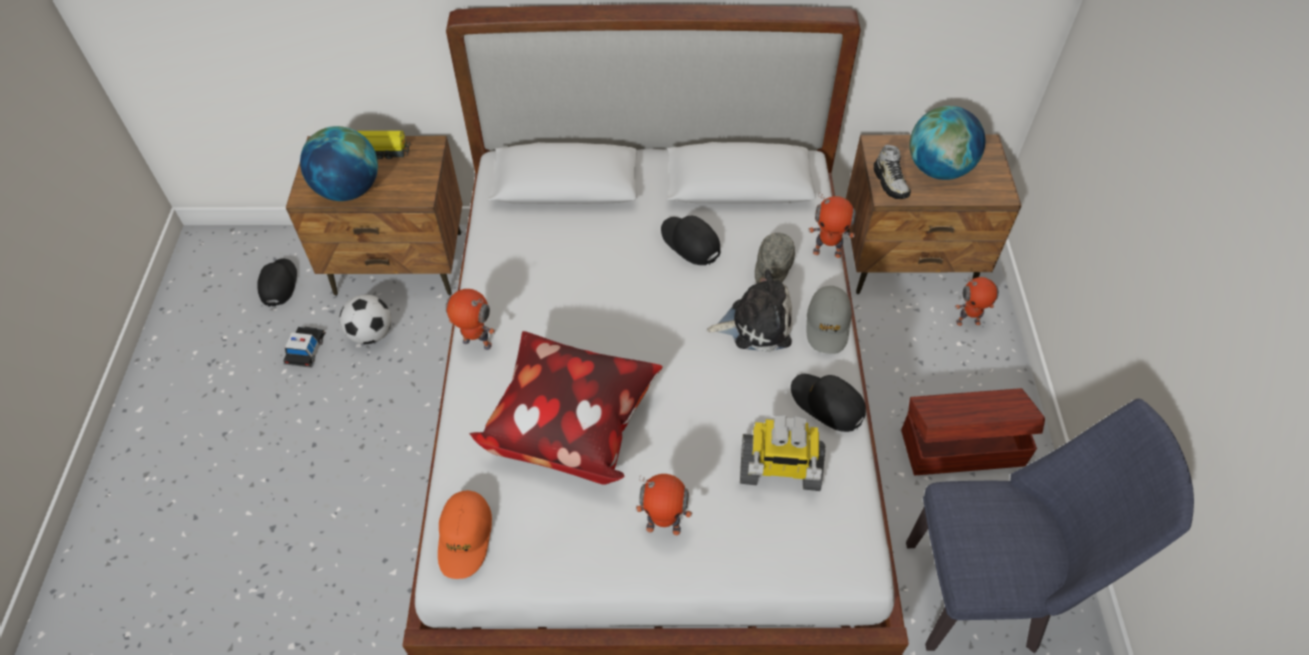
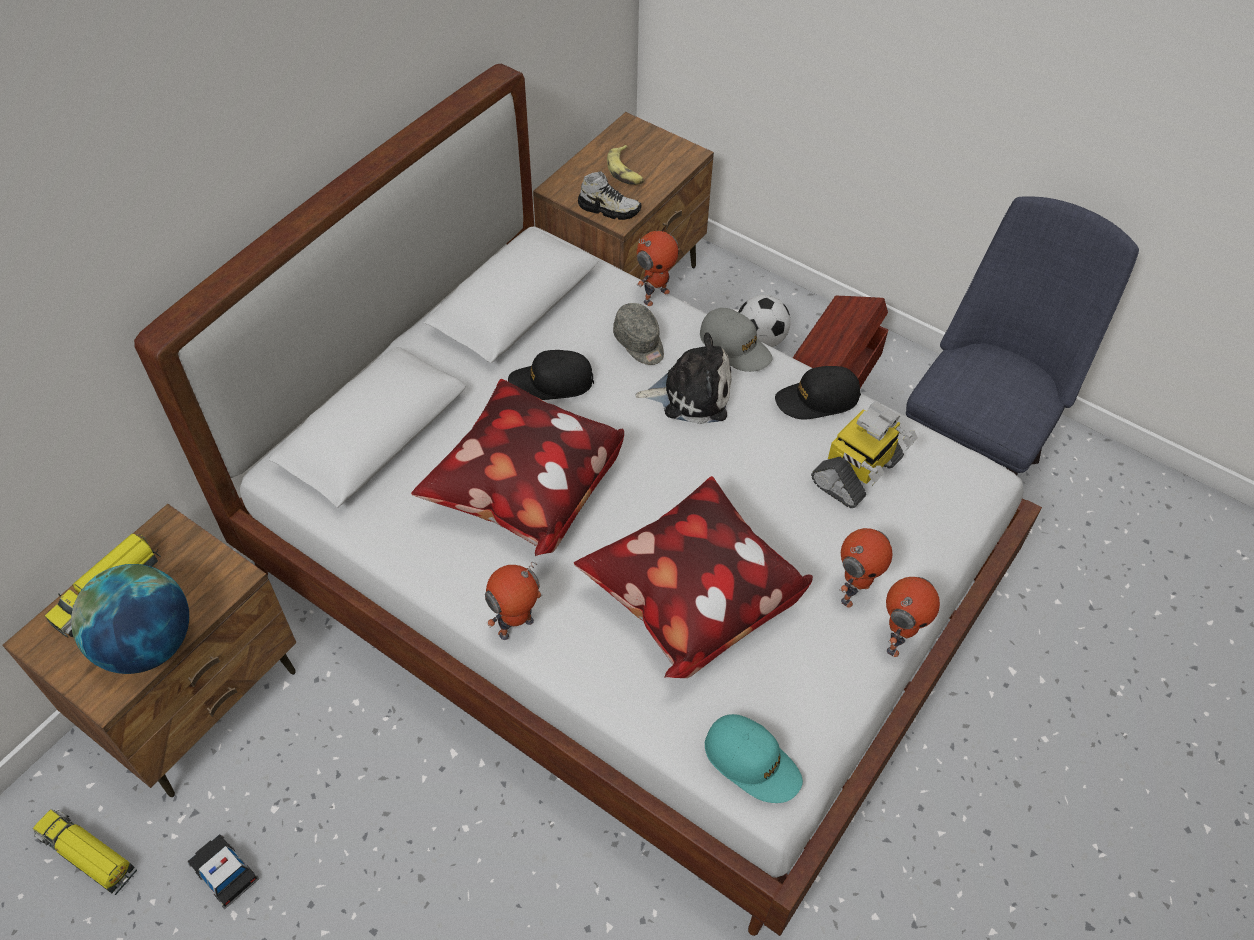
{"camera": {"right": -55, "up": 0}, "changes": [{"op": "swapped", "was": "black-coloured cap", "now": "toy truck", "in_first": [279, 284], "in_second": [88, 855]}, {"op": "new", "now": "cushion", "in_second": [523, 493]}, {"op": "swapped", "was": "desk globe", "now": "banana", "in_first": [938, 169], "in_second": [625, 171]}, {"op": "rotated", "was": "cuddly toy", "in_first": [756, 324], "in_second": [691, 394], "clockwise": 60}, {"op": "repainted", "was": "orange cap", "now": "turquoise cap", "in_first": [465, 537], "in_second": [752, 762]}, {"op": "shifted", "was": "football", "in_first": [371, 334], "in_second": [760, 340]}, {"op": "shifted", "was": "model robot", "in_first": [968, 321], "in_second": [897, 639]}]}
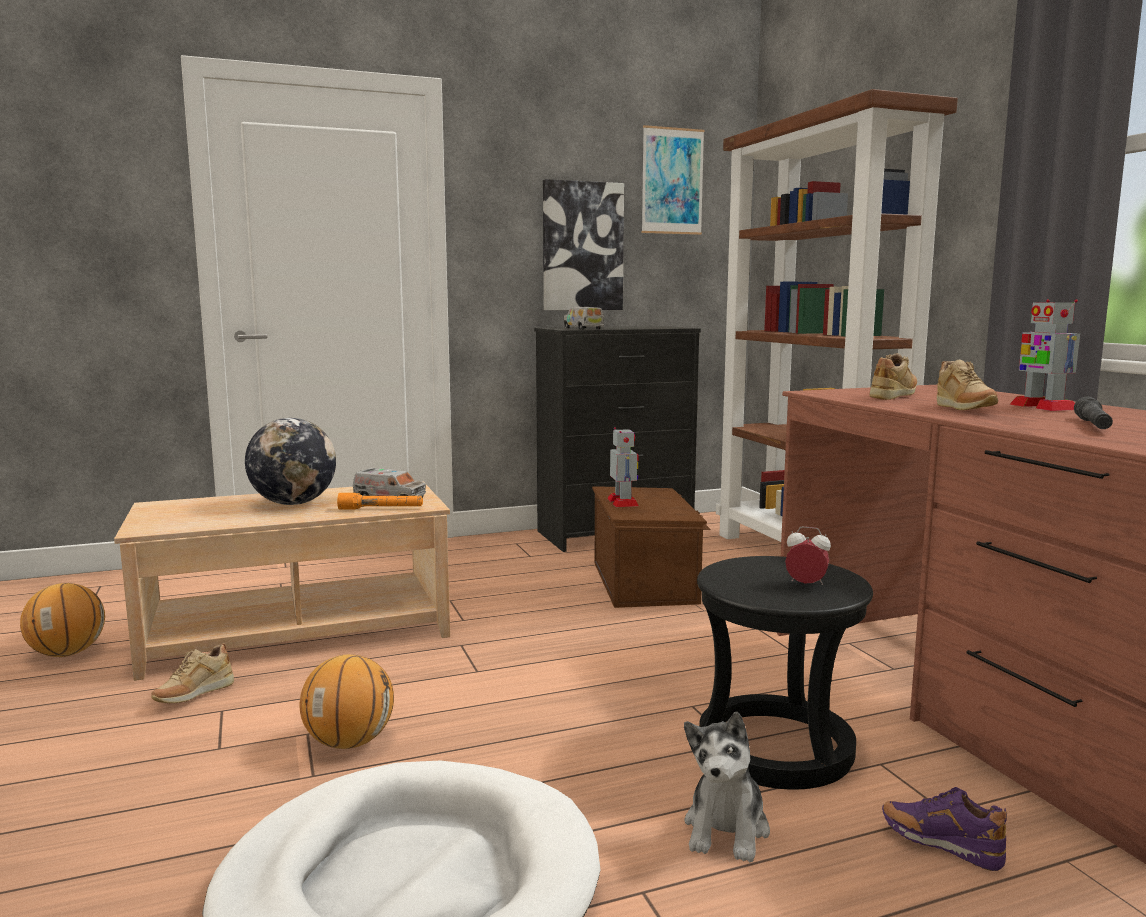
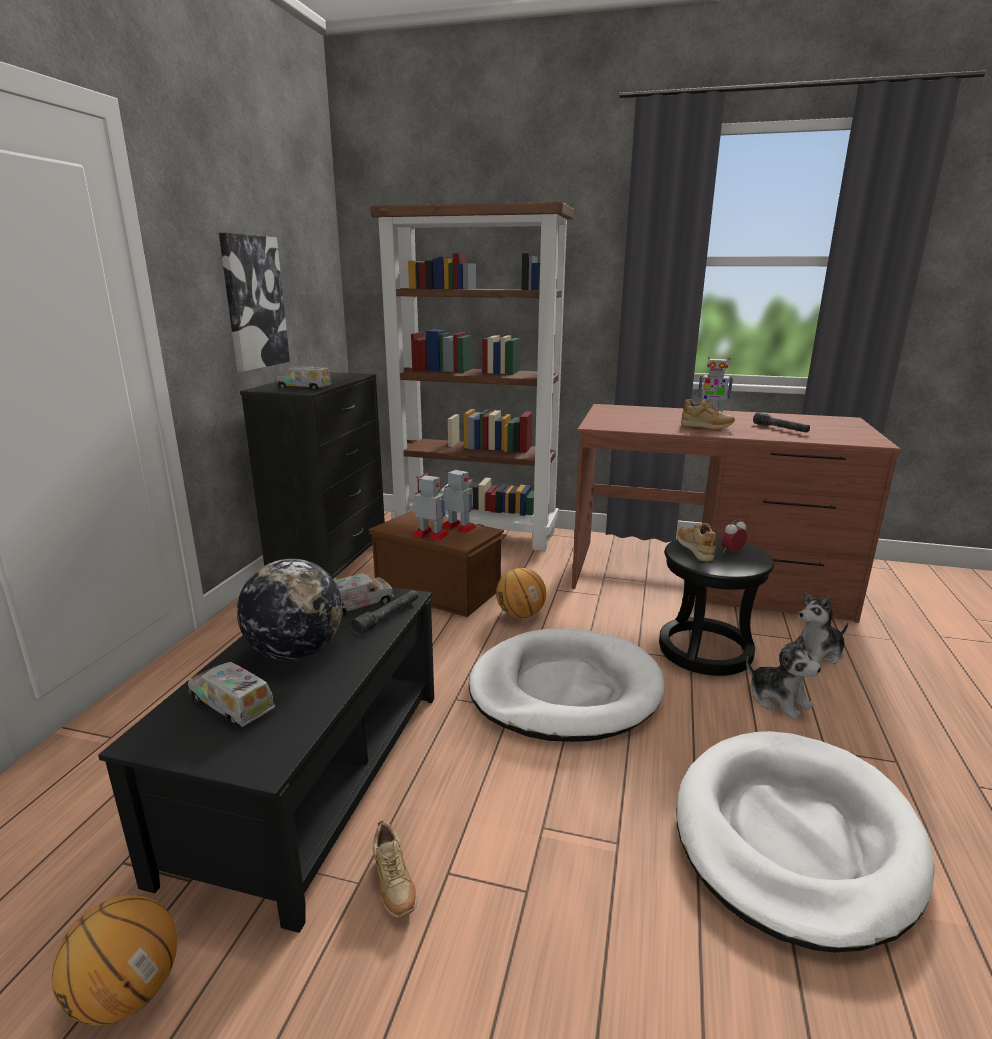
{"camera": {"right": -55, "up": 10}, "changes": [{"op": "repainted", "was": "sand-coloured lounge table", "now": "black-coloured lounge table", "in_first": [296, 632], "in_second": [315, 777]}, {"op": "new", "now": "toy truck", "in_second": [232, 705]}, {"op": "repainted", "was": "orange flashlight", "now": "grey flashlight", "in_first": [381, 509], "in_second": [387, 617]}, {"op": "new", "now": "model robot", "in_second": [459, 527]}, {"op": "new", "now": "white pet bed", "in_second": [564, 690]}, {"op": "shifted", "was": "ball for basketball", "in_first": [349, 742], "in_second": [520, 615]}, {"op": "shifted", "was": "sand-coloured item of footwear", "in_first": [894, 396], "in_second": [695, 551]}, {"op": "swapped", "was": "purplish item of footwear", "now": "cuddly toy", "in_first": [940, 846], "in_second": [817, 653]}, {"op": "gone", "was": "wall art", "in_first": [672, 181]}]}
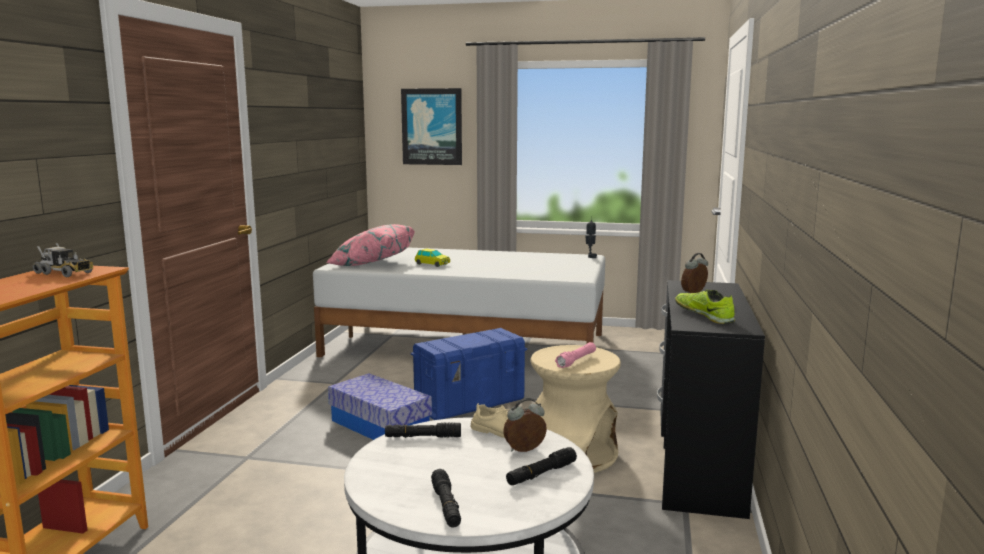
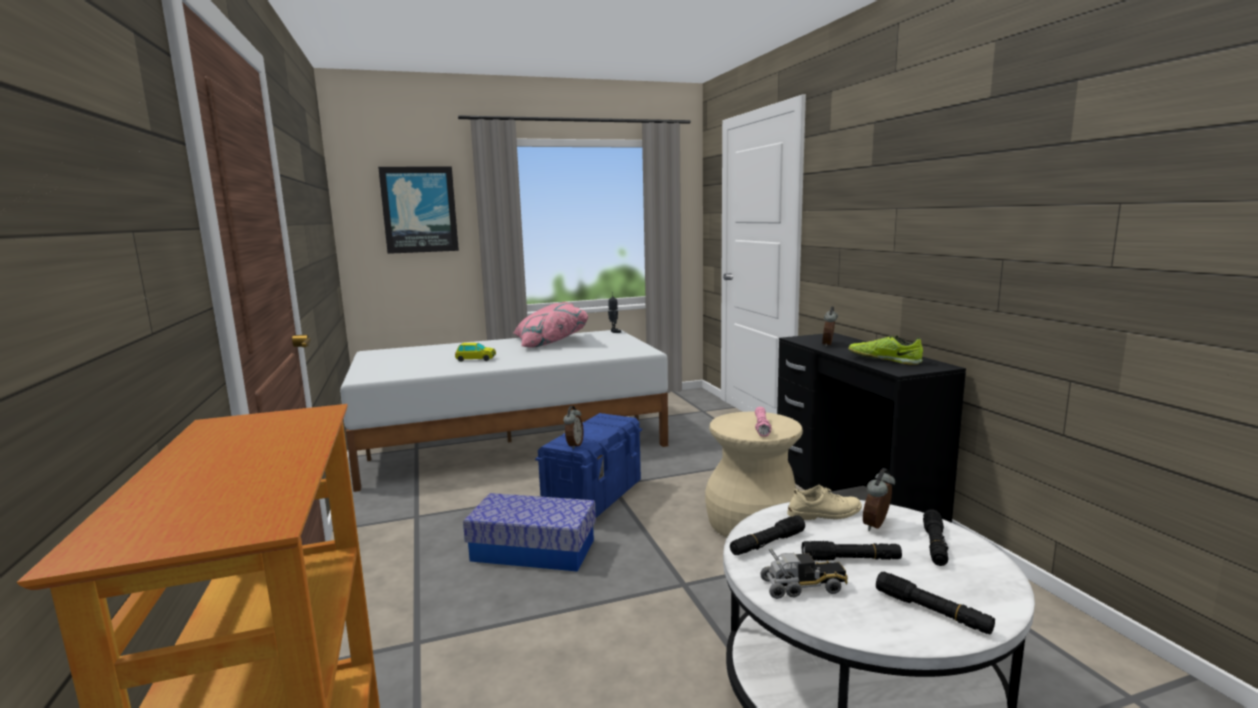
{"camera": {"right": -30, "up": 0}, "changes": [{"op": "shifted", "was": "pink cushion", "in_first": [372, 263], "in_second": [549, 342]}, {"op": "new", "now": "table clock", "in_second": [574, 445]}, {"op": "shifted", "was": "toy truck", "in_first": [65, 273], "in_second": [803, 587]}, {"op": "new", "now": "black-coloured flashlight", "in_second": [851, 559]}]}
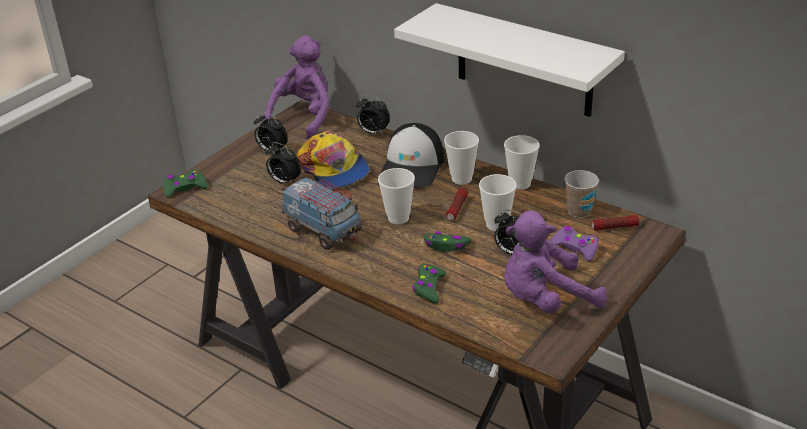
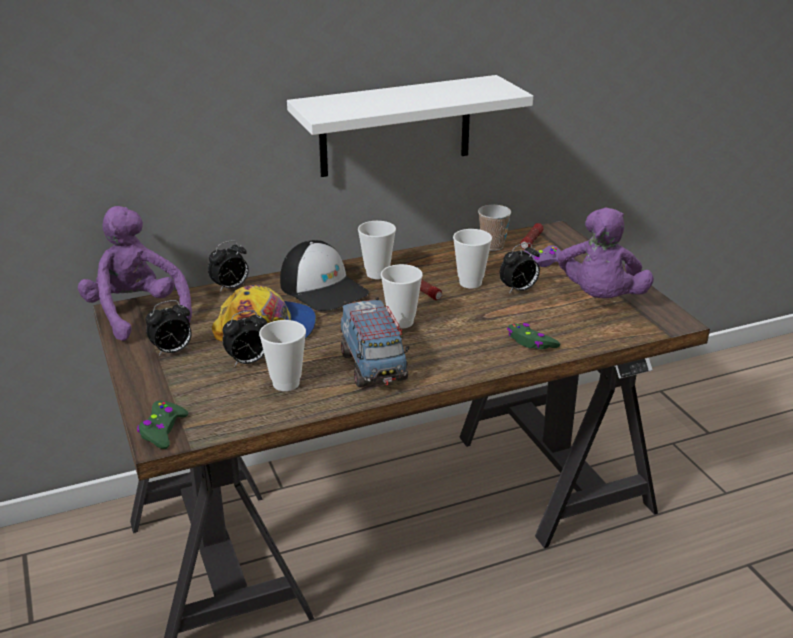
{"camera": {"right": -60, "up": -5}, "changes": [{"op": "shifted", "was": "drinking cup", "in_first": [520, 184], "in_second": [286, 383]}, {"op": "rotated", "was": "toy truck", "in_first": [323, 231], "in_second": [373, 367], "clockwise": 90}, {"op": "gone", "was": "green game controller", "in_first": [446, 246]}]}
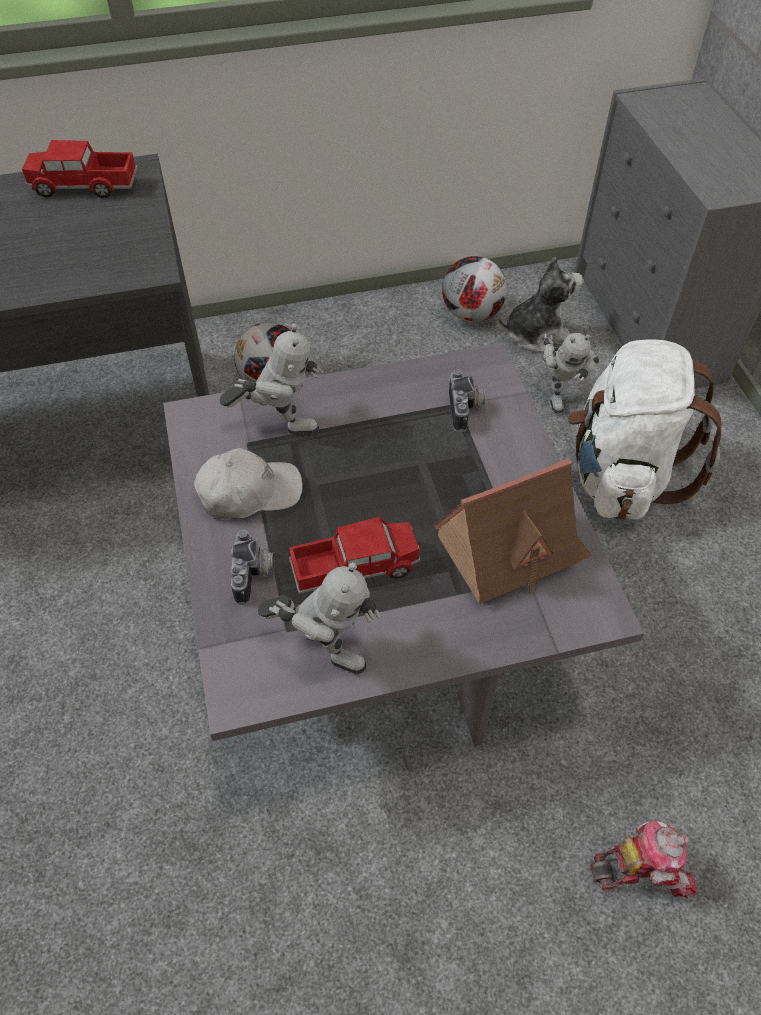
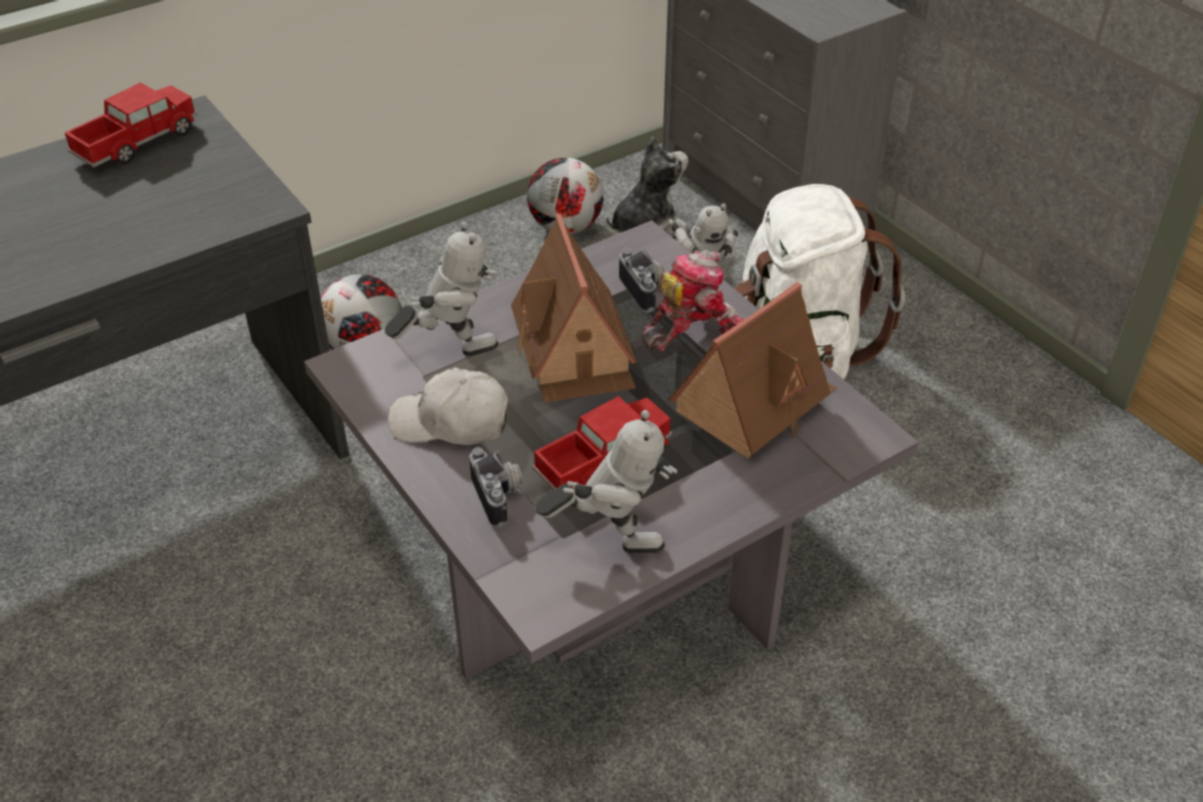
{"camera": {"right": -20, "up": -10}, "changes": [{"op": "rotated", "was": "toy truck", "in_first": [84, 186], "in_second": [137, 142], "clockwise": 150}, {"op": "rotated", "was": "white cap", "in_first": [249, 492], "in_second": [451, 422], "clockwise": -135}, {"op": "new", "now": "model house", "in_second": [574, 349]}, {"op": "shifted", "was": "model robot", "in_first": [642, 866], "in_second": [693, 329]}]}
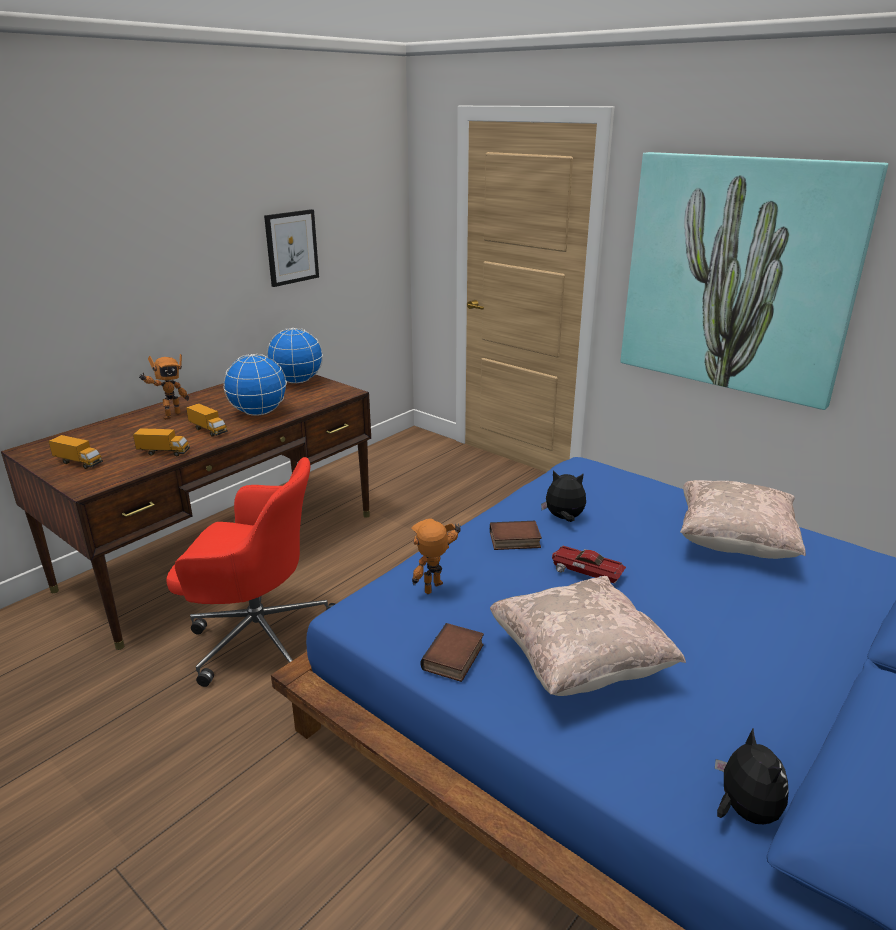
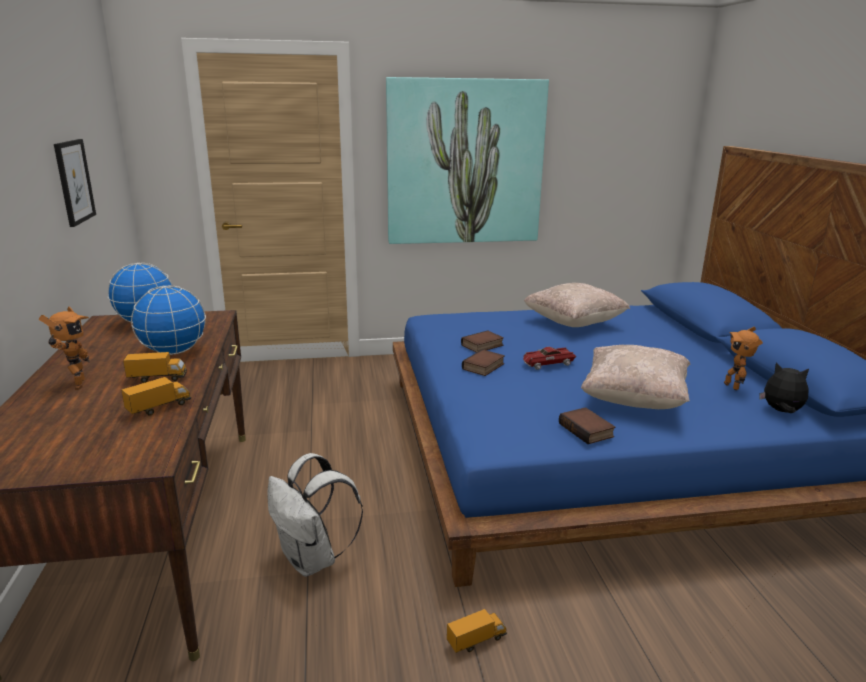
{"camera": {"right": -50, "up": -5}, "changes": [{"op": "swapped", "was": "red-coloured desk chair", "now": "white knapsack", "in_first": [258, 636], "in_second": [312, 560]}, {"op": "shifted", "was": "toy truck", "in_first": [78, 463], "in_second": [476, 641]}, {"op": "swapped", "was": "cuddly toy", "now": "volume", "in_first": [564, 518], "in_second": [482, 346]}, {"op": "shifted", "was": "model robot", "in_first": [437, 590], "in_second": [733, 386]}]}
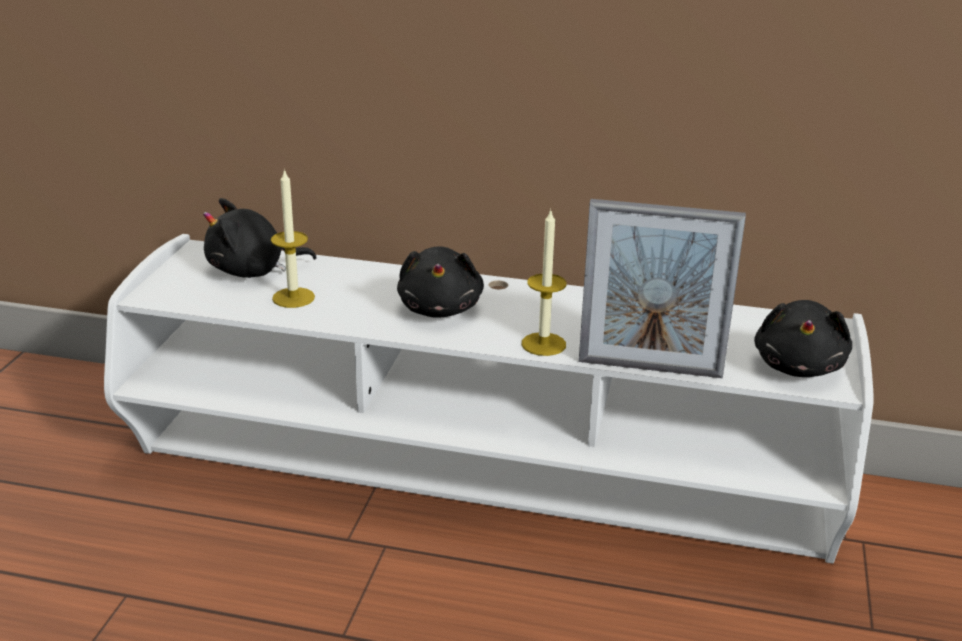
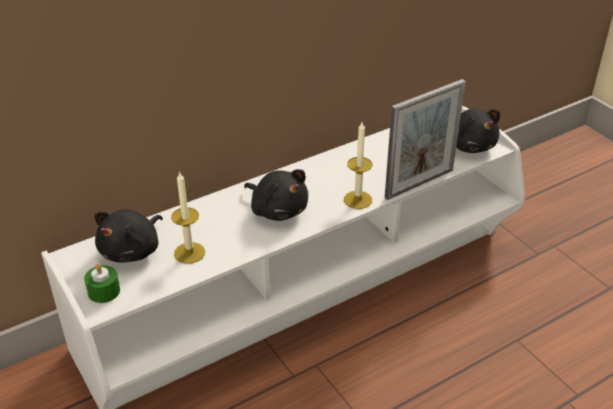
{"camera": {"right": -45, "up": 10}, "changes": [{"op": "new", "now": "green wax light", "in_second": [104, 291]}]}
